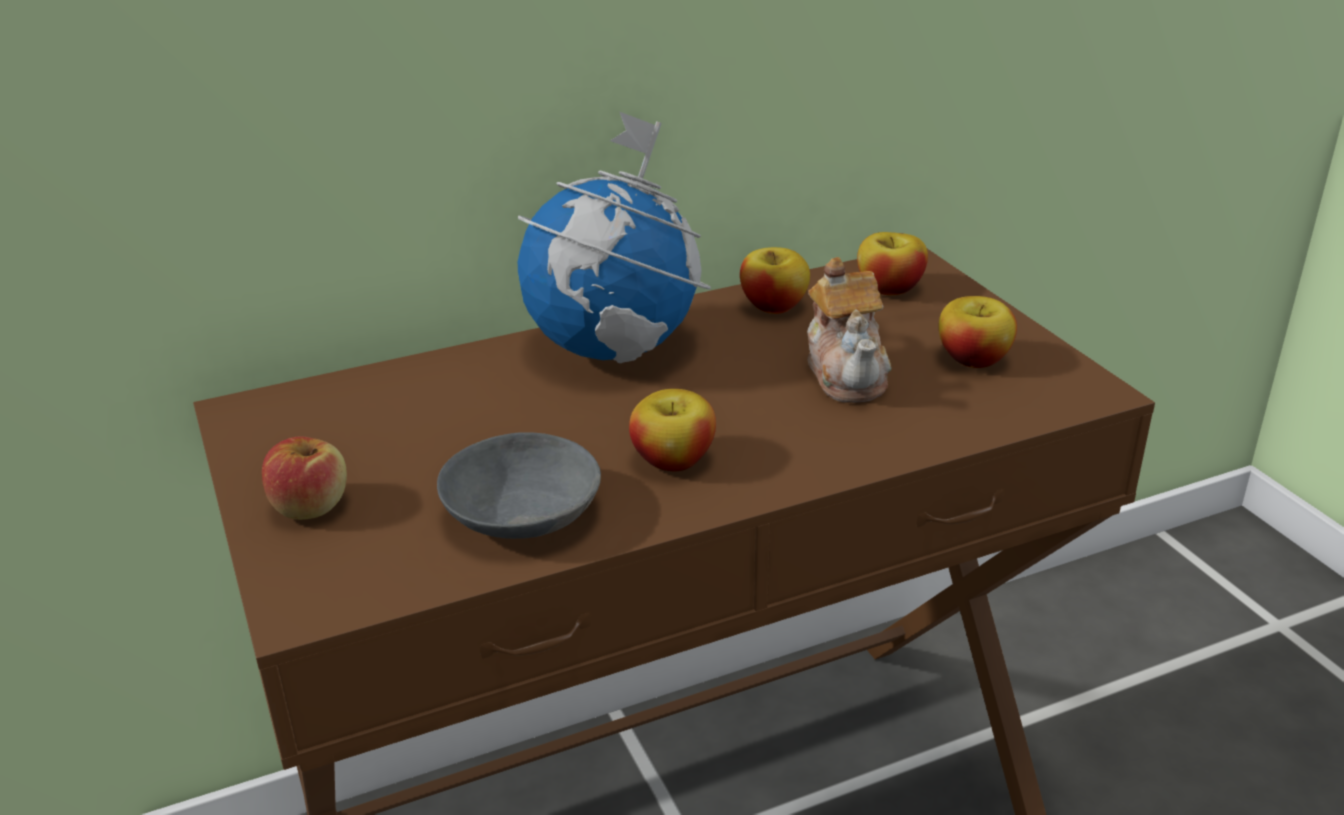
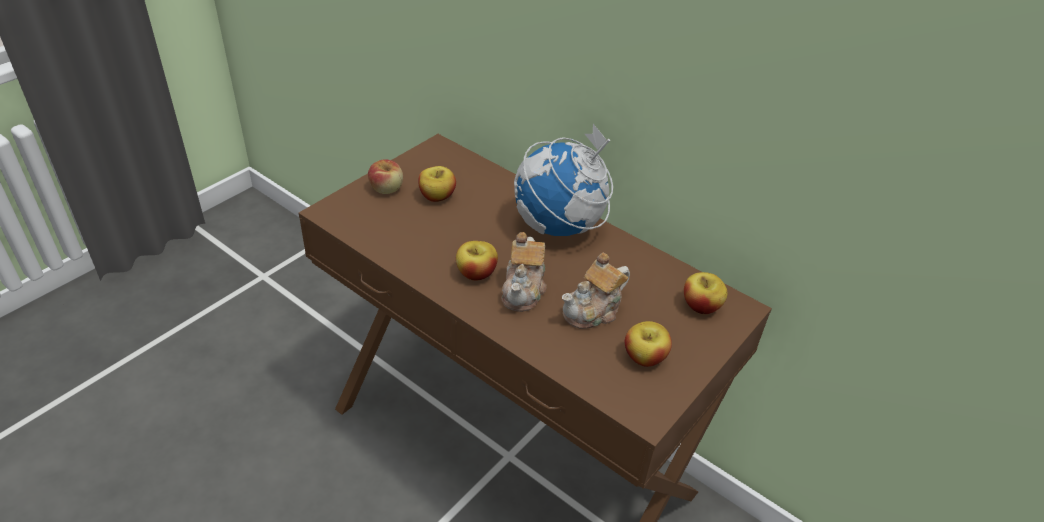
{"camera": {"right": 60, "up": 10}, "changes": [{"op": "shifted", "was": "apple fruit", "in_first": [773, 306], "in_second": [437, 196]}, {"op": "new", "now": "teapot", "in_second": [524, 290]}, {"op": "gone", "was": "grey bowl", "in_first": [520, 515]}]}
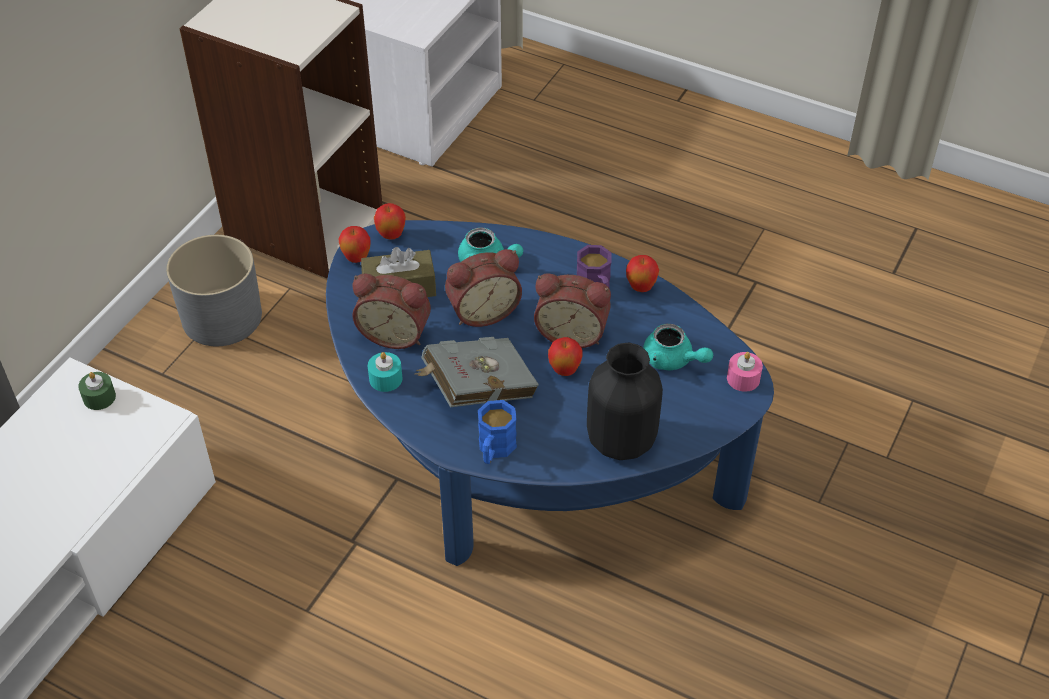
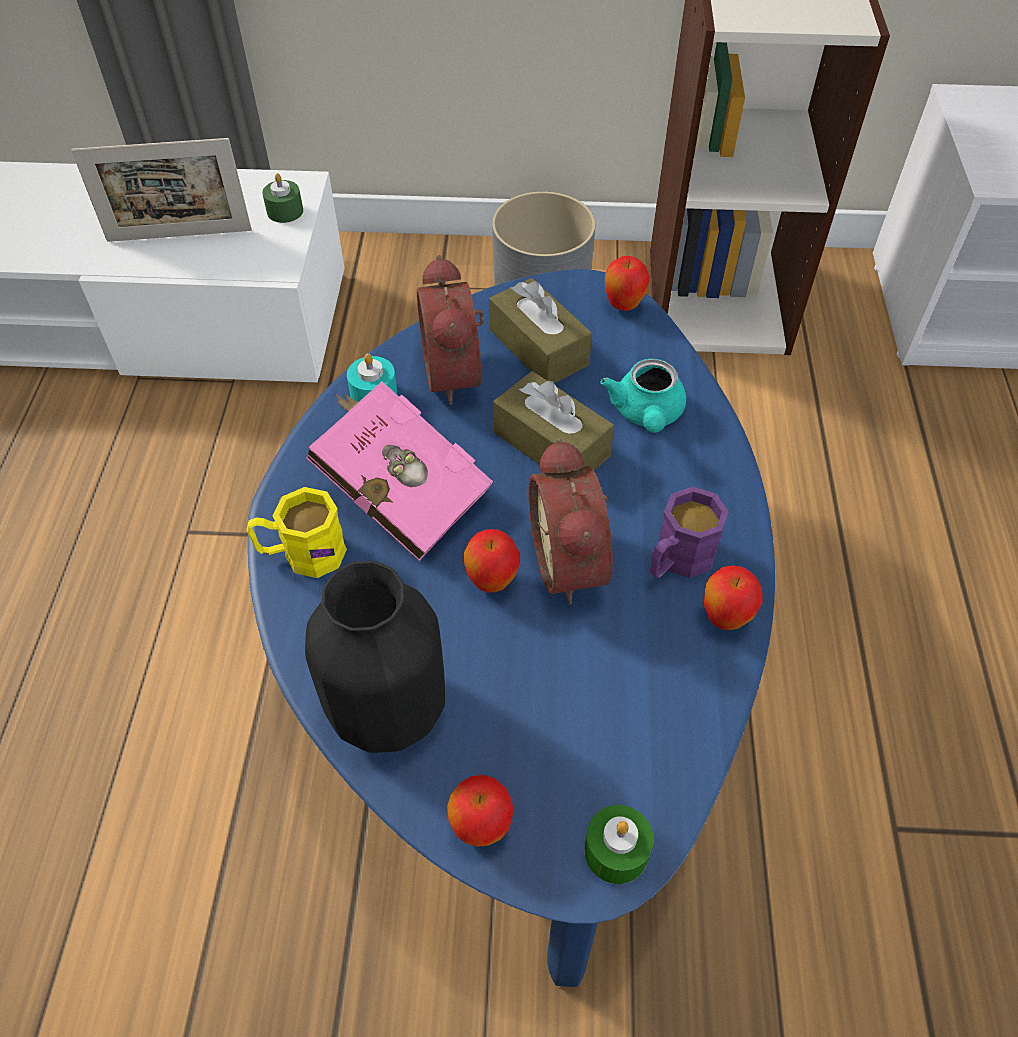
{"camera": {"right": 65, "up": 5}, "changes": [{"op": "new", "now": "picture frame", "in_second": [179, 235]}, {"op": "repainted", "was": "blue-coloured tea mug", "now": "yellow tea mug", "in_first": [494, 449], "in_second": [302, 554]}, {"op": "repainted", "was": "grey volume", "now": "pink volume", "in_first": [475, 390], "in_second": [400, 492]}, {"op": "shifted", "was": "apple fruit", "in_first": [356, 258], "in_second": [481, 827]}, {"op": "swapped", "was": "table clock", "now": "brownish tissue holder", "in_first": [482, 310], "in_second": [551, 444]}, {"op": "repainted", "was": "pink wax light", "now": "green wax light", "in_first": [743, 378], "in_second": [616, 851]}, {"op": "gone", "was": "turquoise teapot", "in_first": [673, 360]}]}
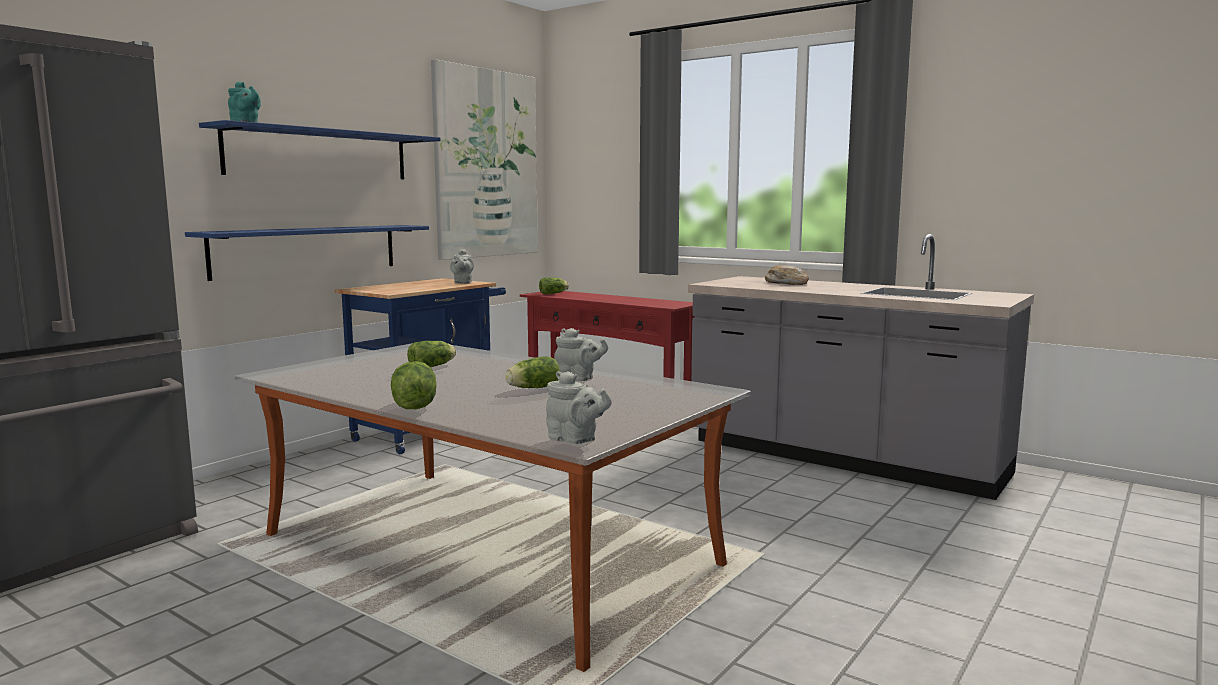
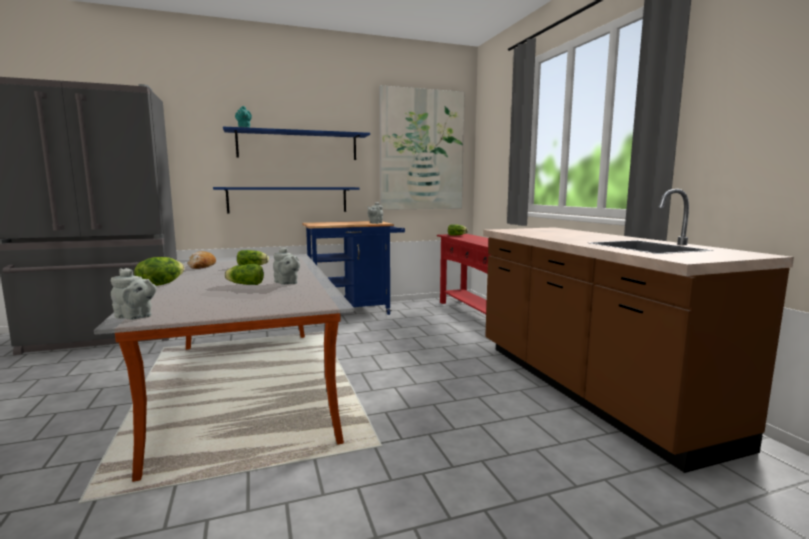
{"camera": {"right": 35, "up": 0}, "changes": [{"op": "rotated", "was": "grey teapot", "in_first": [575, 440], "in_second": [135, 317], "clockwise": -45}, {"op": "shifted", "was": "bakery bread", "in_first": [786, 283], "in_second": [201, 266]}, {"op": "repainted", "was": "grey kitchen base unit", "now": "brownish kitchen base unit", "in_first": [842, 458], "in_second": [587, 390]}]}
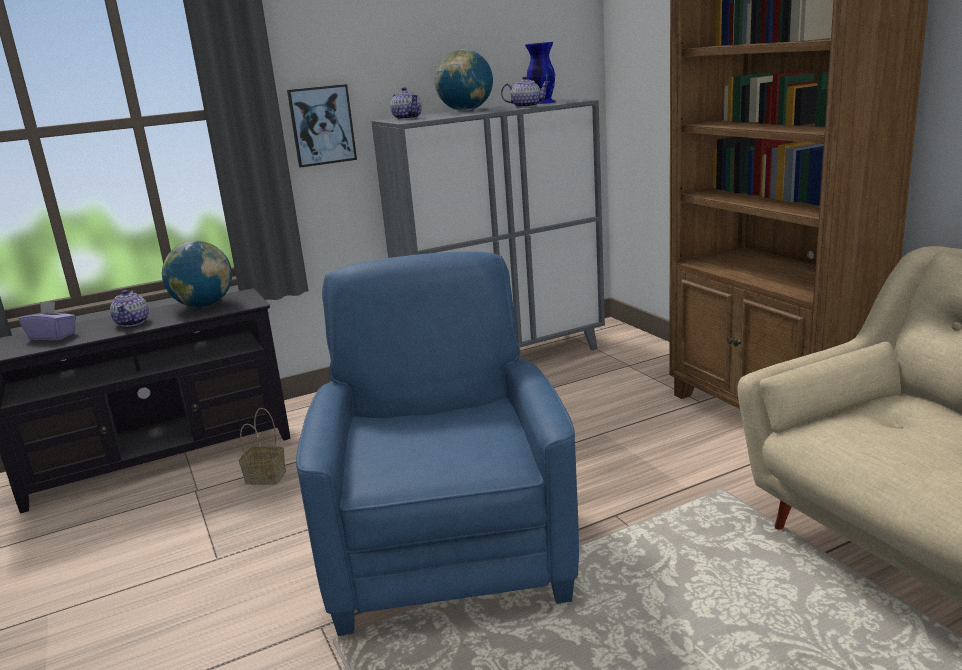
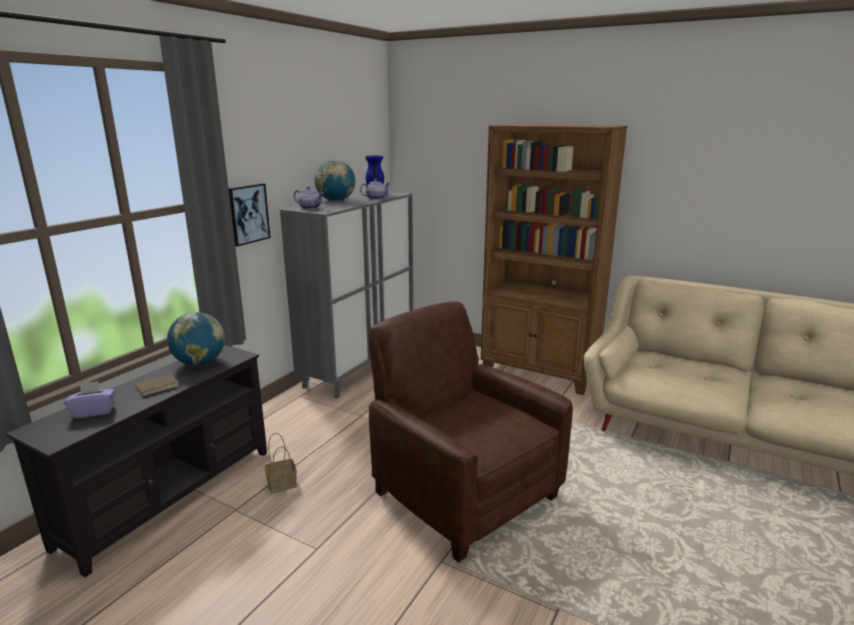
{"camera": {"right": -35, "up": 0}, "changes": [{"op": "swapped", "was": "teapot", "now": "brownish volume", "in_first": [133, 322], "in_second": [157, 386]}, {"op": "repainted", "was": "blue-coloured easy chair", "now": "brownish easy chair", "in_first": [447, 552], "in_second": [463, 493]}]}
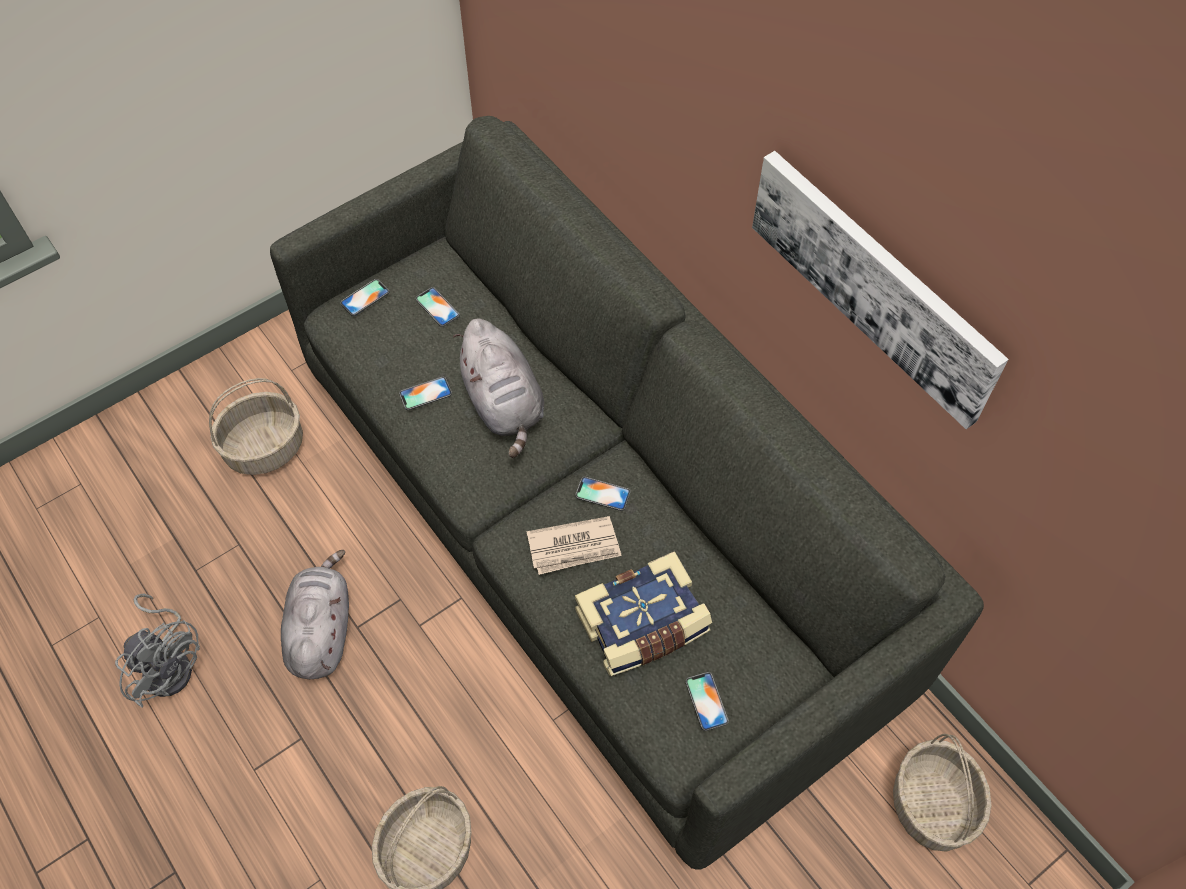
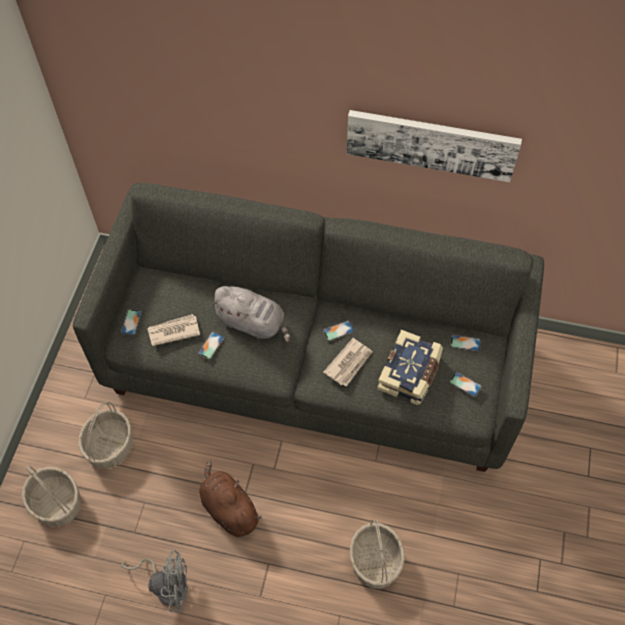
{"camera": {"right": -40, "up": 0}, "changes": [{"op": "shifted", "was": "storage basket", "in_first": [933, 806], "in_second": [58, 503]}, {"op": "new", "now": "daily paper", "in_second": [173, 331]}, {"op": "repainted", "was": "grey cuddly toy", "now": "brownish cuddly toy", "in_first": [321, 630], "in_second": [228, 508]}, {"op": "shifted", "was": "phone", "in_first": [437, 307], "in_second": [465, 343]}]}
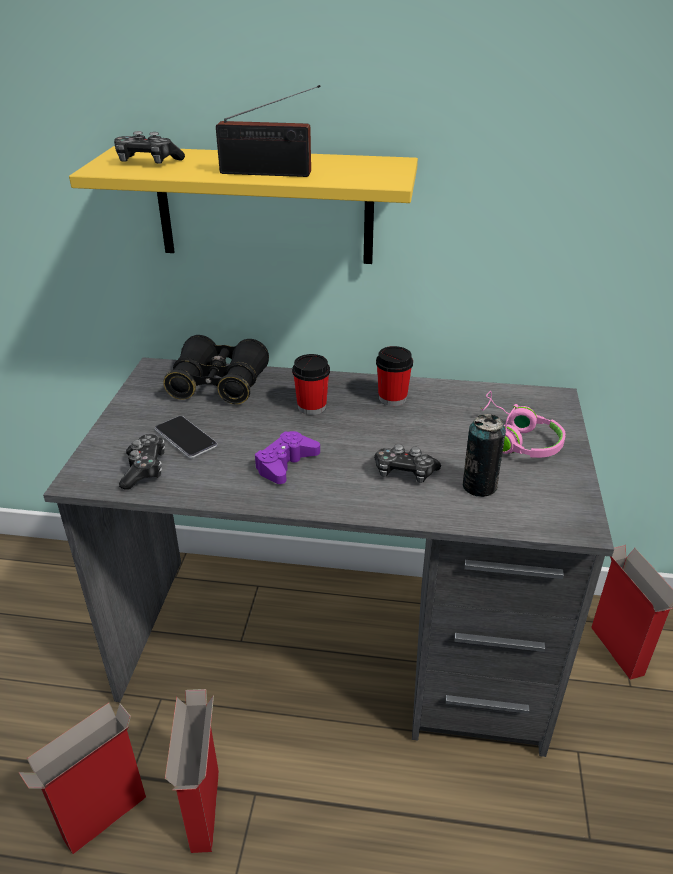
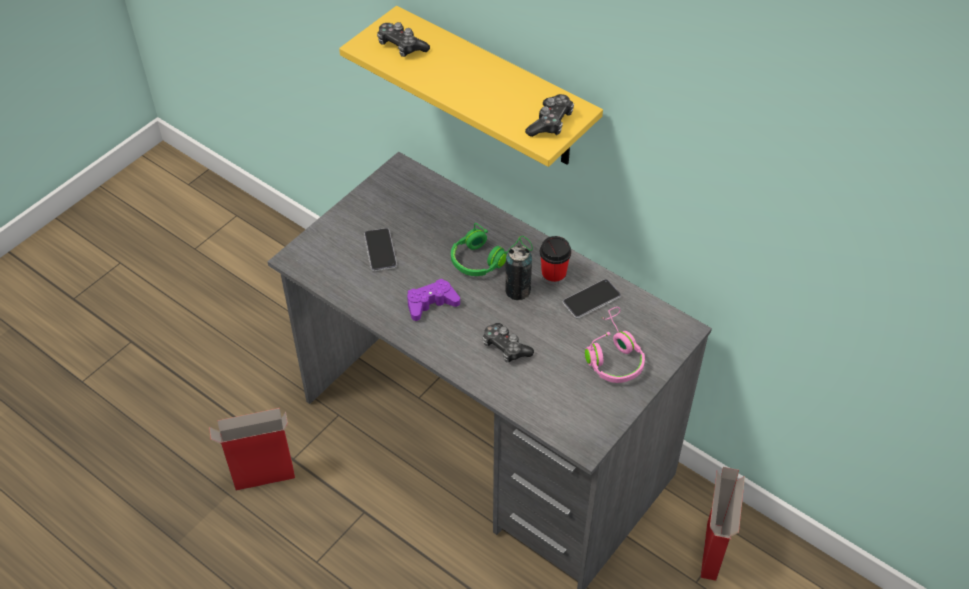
{"camera": {"right": 30, "up": 15}, "changes": [{"op": "swapped", "was": "drinking cup", "now": "green headset", "in_first": [312, 407], "in_second": [487, 258]}, {"op": "shifted", "was": "metal can", "in_first": [479, 486], "in_second": [518, 290]}, {"op": "shifted", "was": "game controller", "in_first": [144, 469], "in_second": [550, 123]}, {"op": "new", "now": "phone", "in_second": [591, 299]}, {"op": "gone", "was": "black-coloured pair of binoculars", "in_first": [218, 385]}, {"op": "gone", "was": "carton", "in_first": [205, 812]}, {"op": "gone", "was": "radio receiver", "in_first": [270, 173]}]}
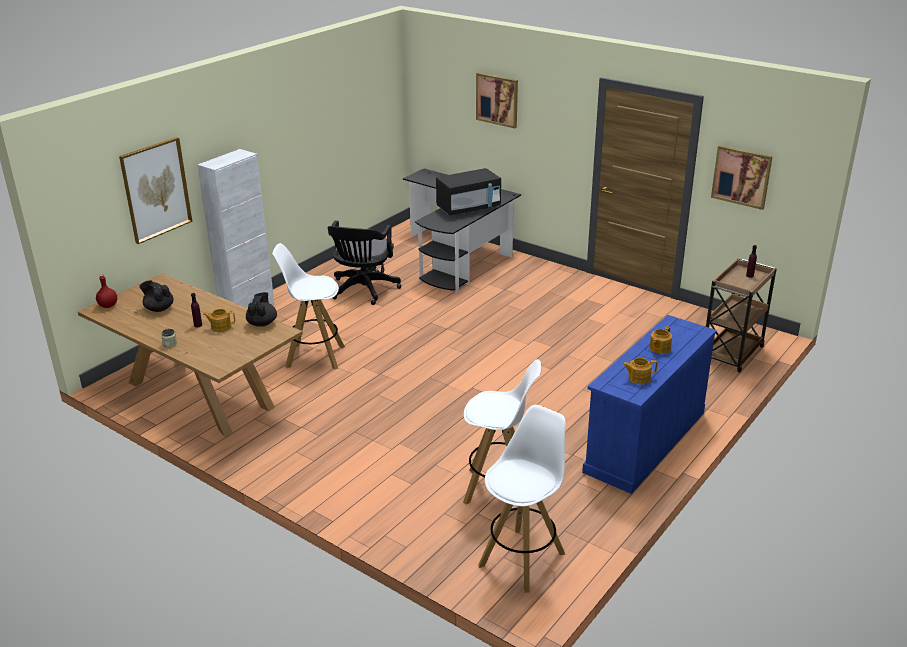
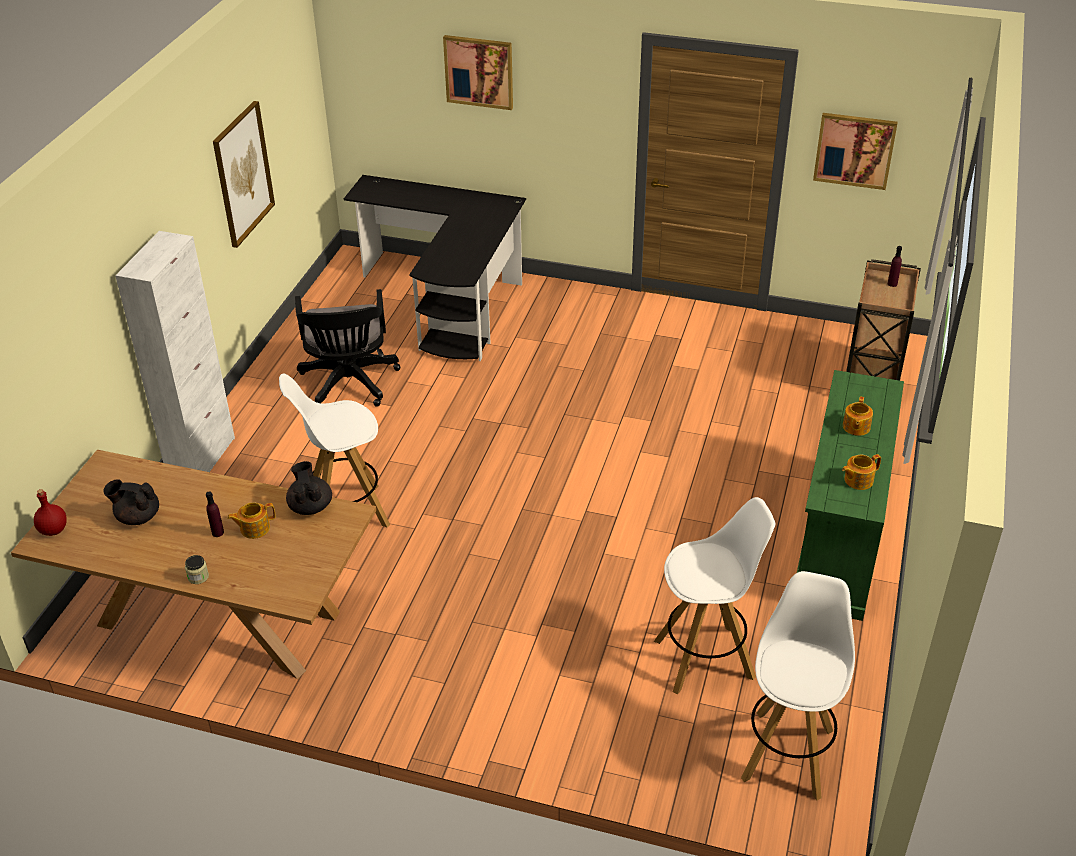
{"camera": {"right": -20, "up": 10}, "changes": [{"op": "shifted", "was": "wall art", "in_first": [156, 189], "in_second": [243, 174]}, {"op": "repainted", "was": "blue-coloured drawer chest", "now": "green drawer chest", "in_first": [645, 442], "in_second": [839, 539]}, {"op": "gone", "was": "black-coloured kitchen microwave", "in_first": [468, 208]}]}
